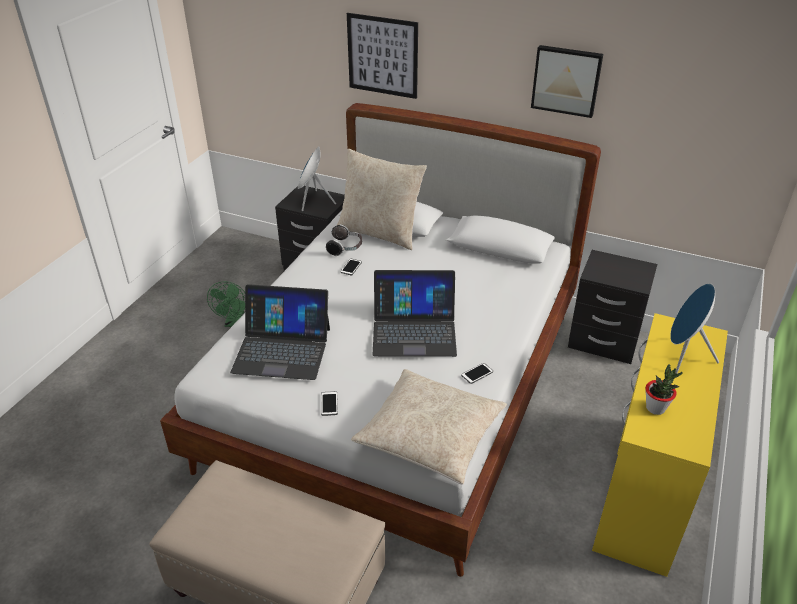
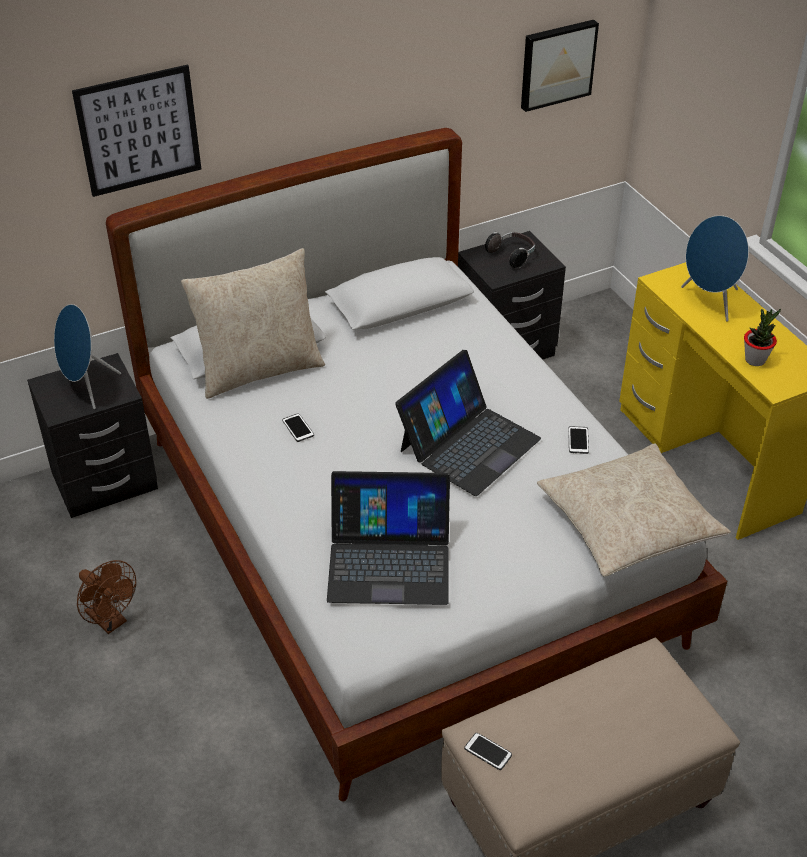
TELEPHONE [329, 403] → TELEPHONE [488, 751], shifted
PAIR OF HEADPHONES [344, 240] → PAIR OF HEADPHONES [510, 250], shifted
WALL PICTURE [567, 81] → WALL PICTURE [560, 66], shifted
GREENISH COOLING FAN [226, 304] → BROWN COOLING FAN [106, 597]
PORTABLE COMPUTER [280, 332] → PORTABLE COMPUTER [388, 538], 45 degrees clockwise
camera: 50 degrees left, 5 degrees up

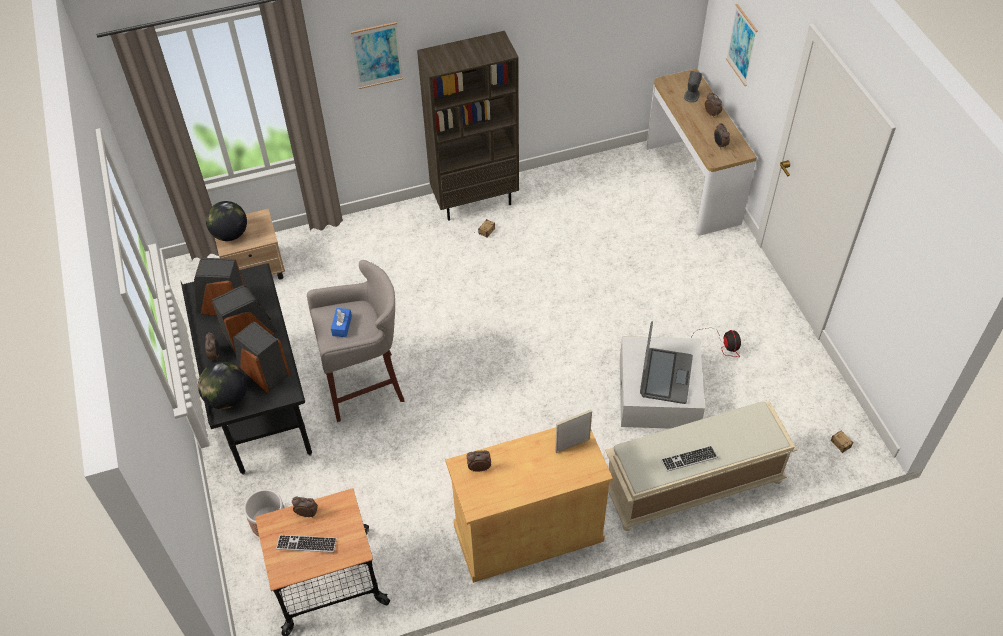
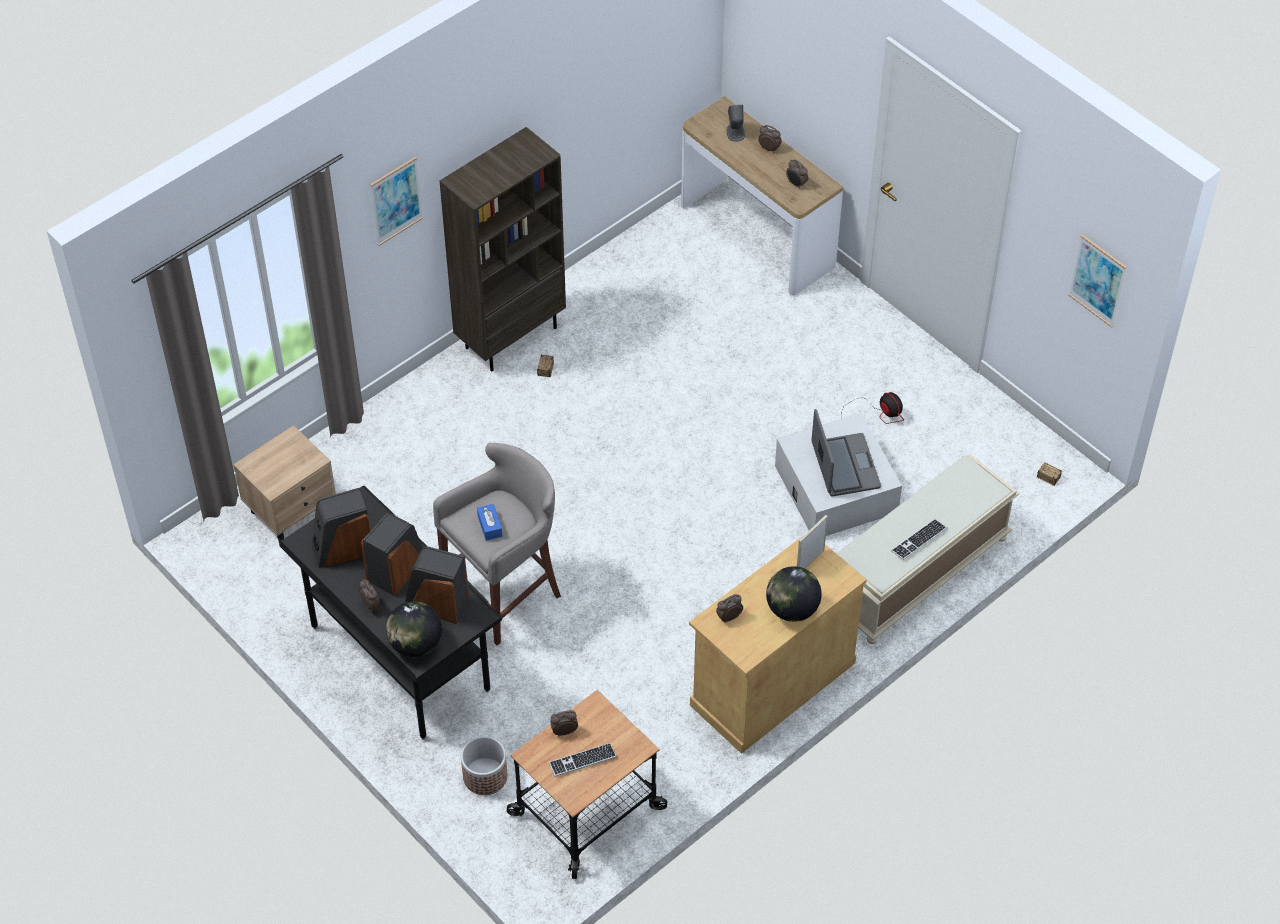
WORLD GLOBE [226, 221] → WORLD GLOBE [794, 594], shifted
WALL PICTURE [742, 45] → WALL PICTURE [1097, 281], shifted
camera: 25 degrees left, 0 degrees up

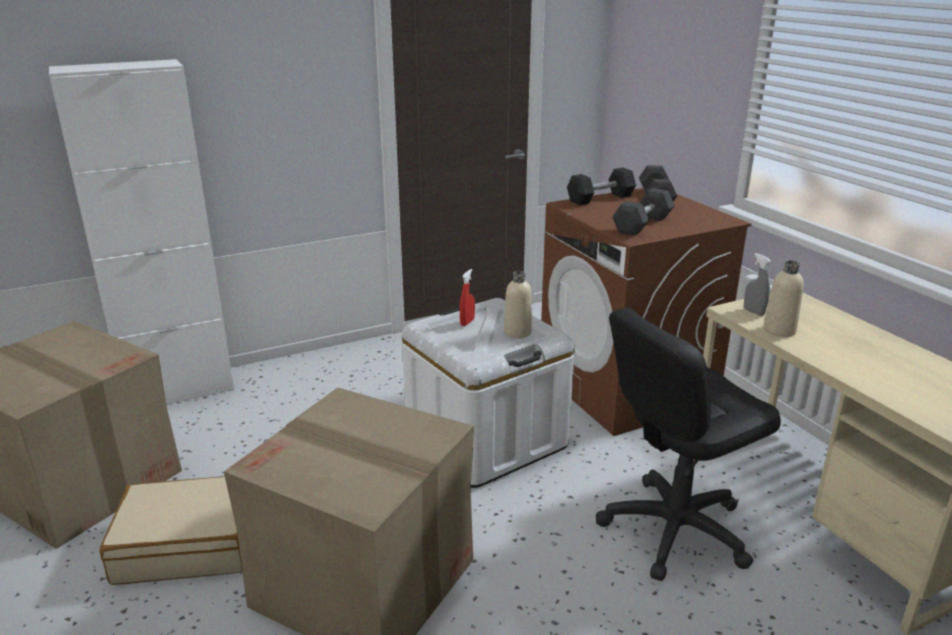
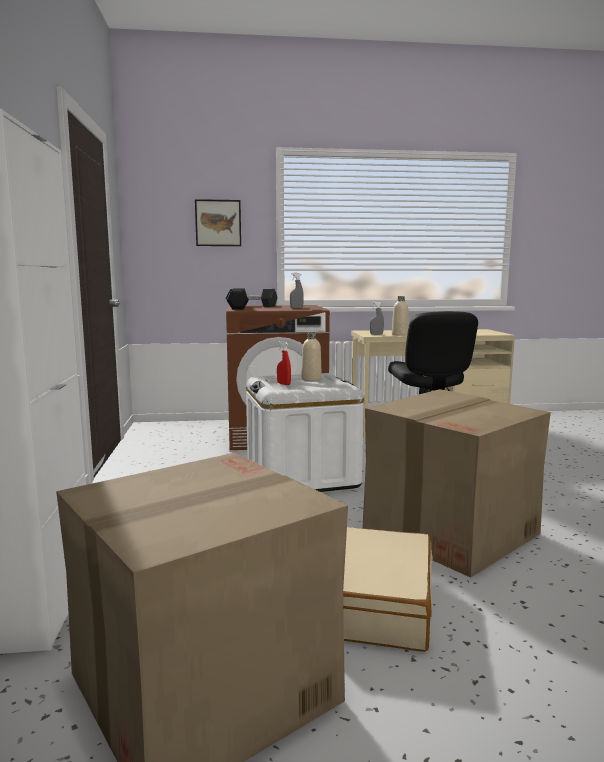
- → WALL PICTURE [218, 222]
GRAY FREE WEIGHT [643, 212] → GRAY SPRAYER [297, 290]
camera: 70 degrees left, 15 degrees down

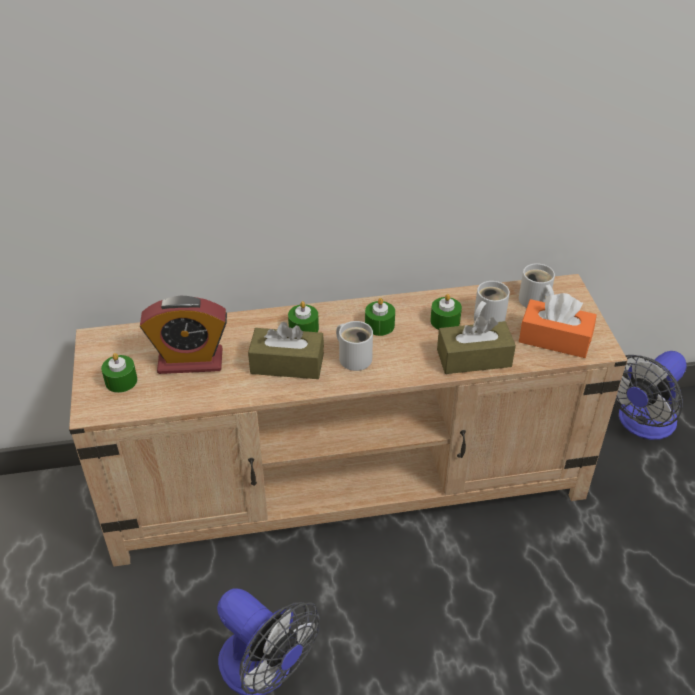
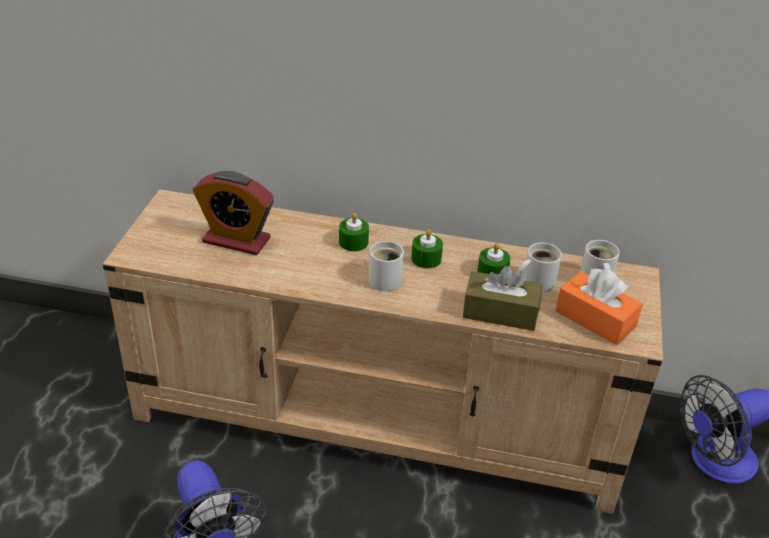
GREENISH CANDLE [119, 373] → -
BROWN TISSUE HOLDER [286, 350] → -
camera: 20 degrees right, 5 degrees down

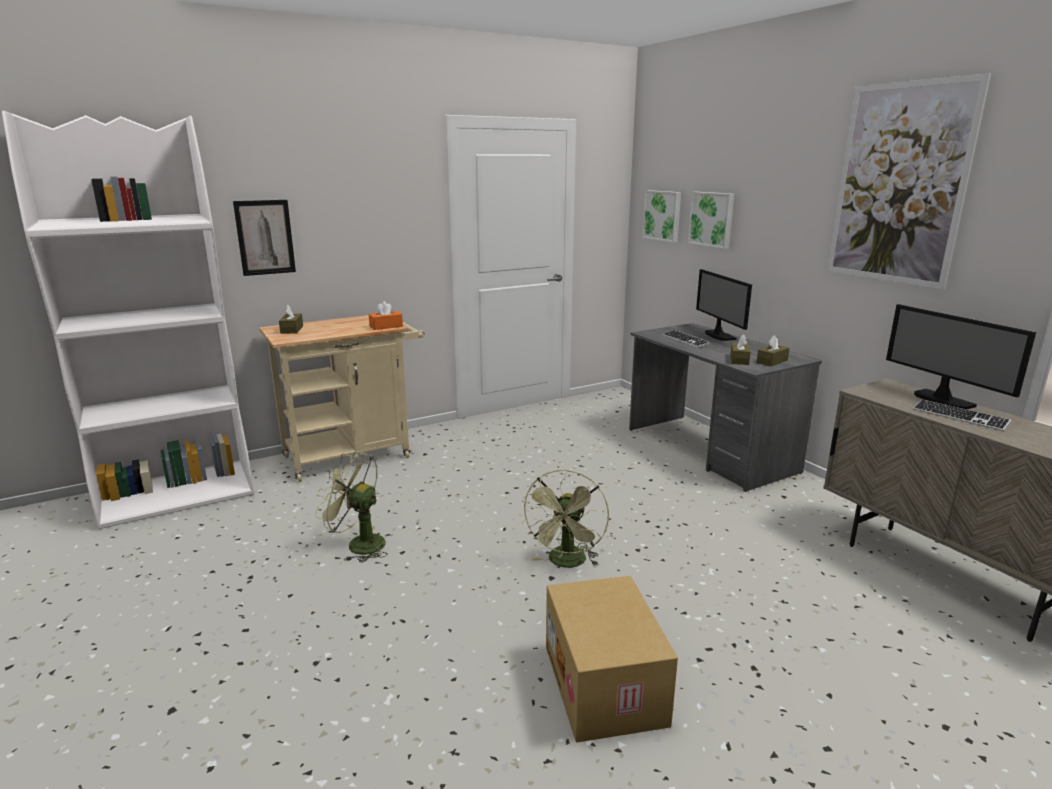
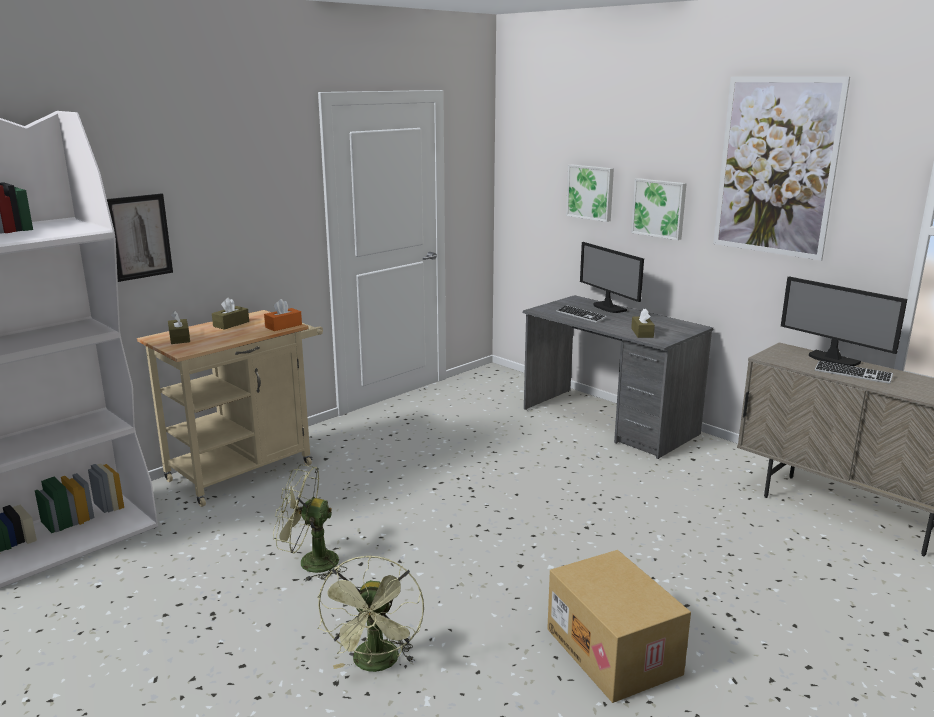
GREENISH COOLING FAN [565, 518] → GREENISH COOLING FAN [370, 613], shifted
WALL PICTURE [661, 216] → WALL PICTURE [659, 209], shifted
BROWN TISSUE HOLDER [772, 350] → BROWN TISSUE HOLDER [230, 313], shifted
camera: 15 degrees left, 0 degrees up

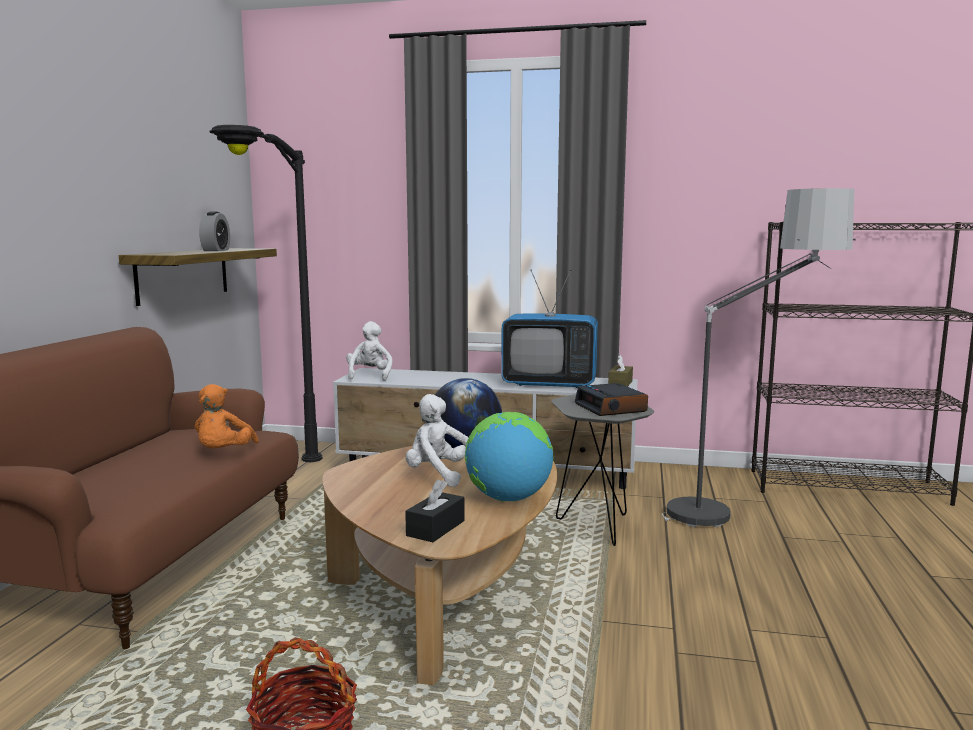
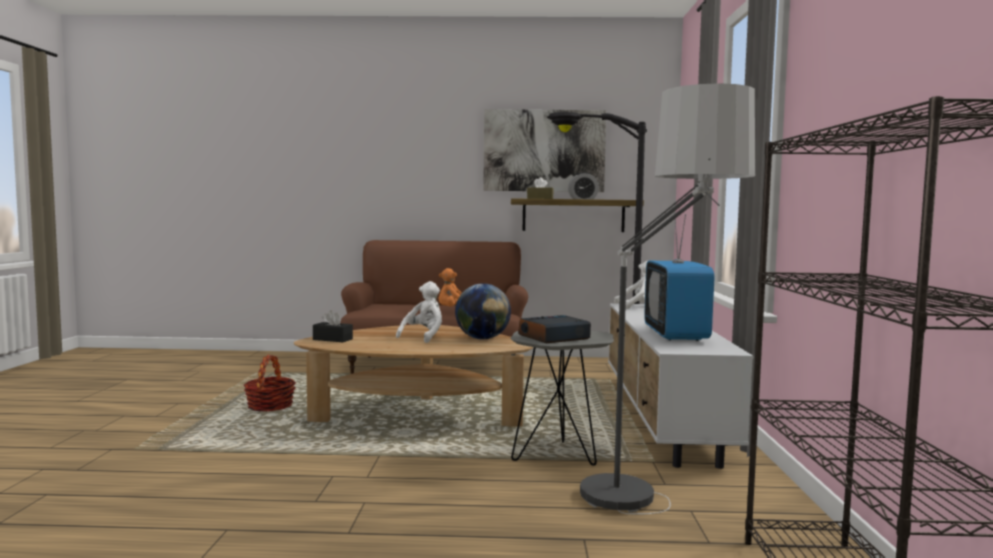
WORLD GLOBE [509, 457] → -
- → WALL PICTURE [544, 150]
BROWN TISSUE HOLDER [620, 371] → BROWN TISSUE HOLDER [540, 188], shifted
camera: 80 degrees right, 5 degrees down

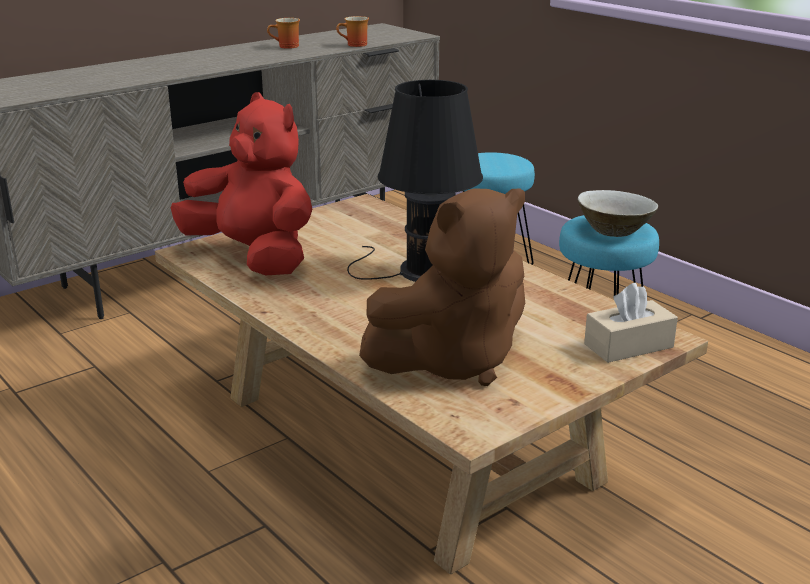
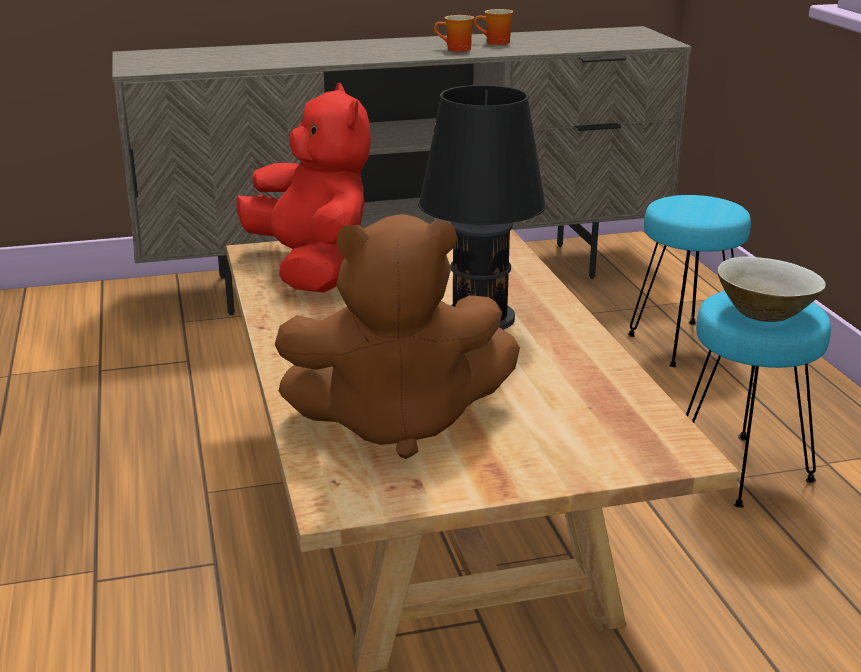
SAND-COLOURED TISSUE HOLDER [631, 323] → -
TEA MUG [352, 31] → TEA MUG [454, 33], shifted
camera: 25 degrees right, 0 degrees up

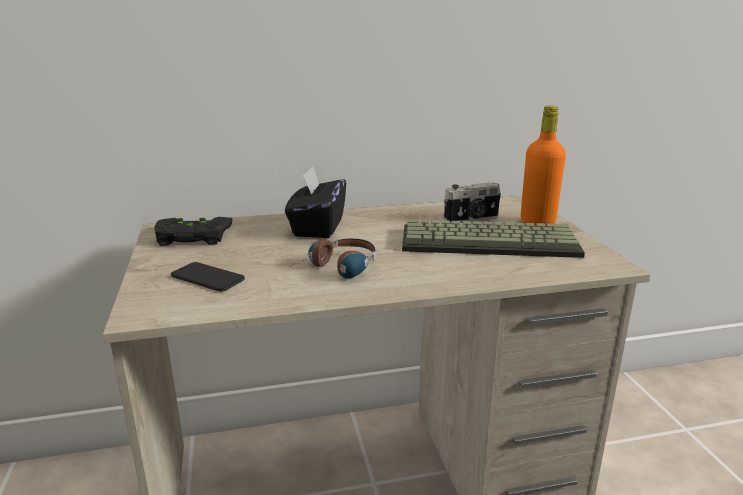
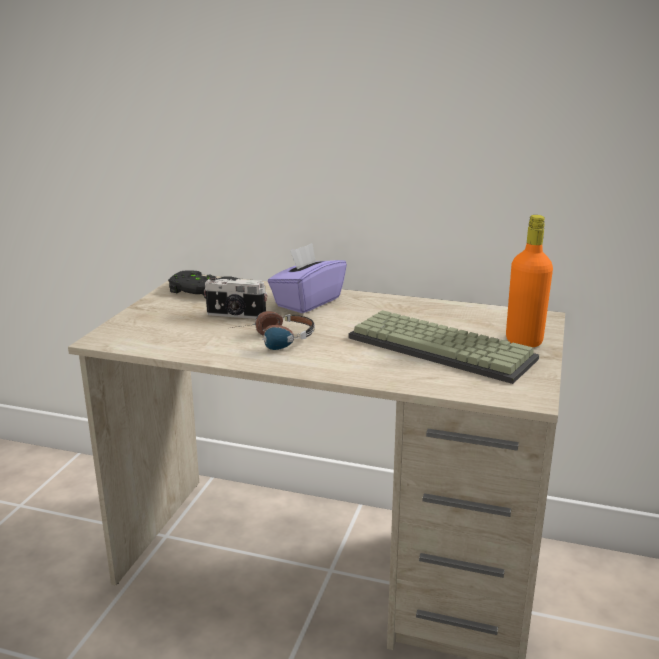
TELEPHONE [208, 277] → -
STILL CAMERA [472, 203] → STILL CAMERA [235, 297], shifted
BLACKISH TISSUE HOLDER [315, 202] → PURPLE TISSUE HOLDER [307, 278]
camera: 30 degrees right, 0 degrees up

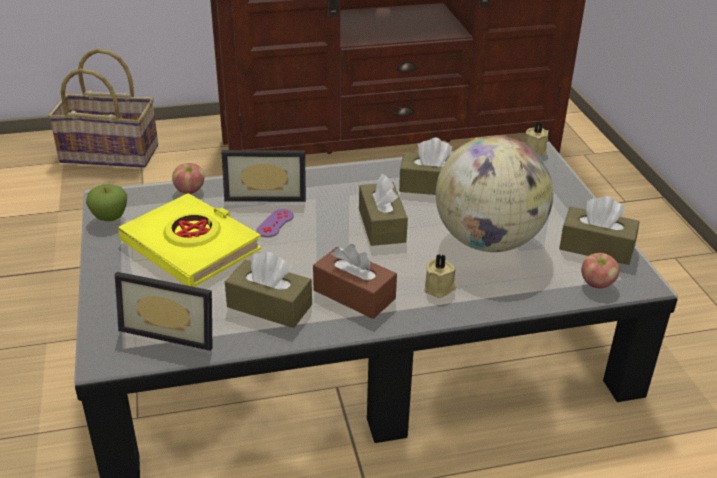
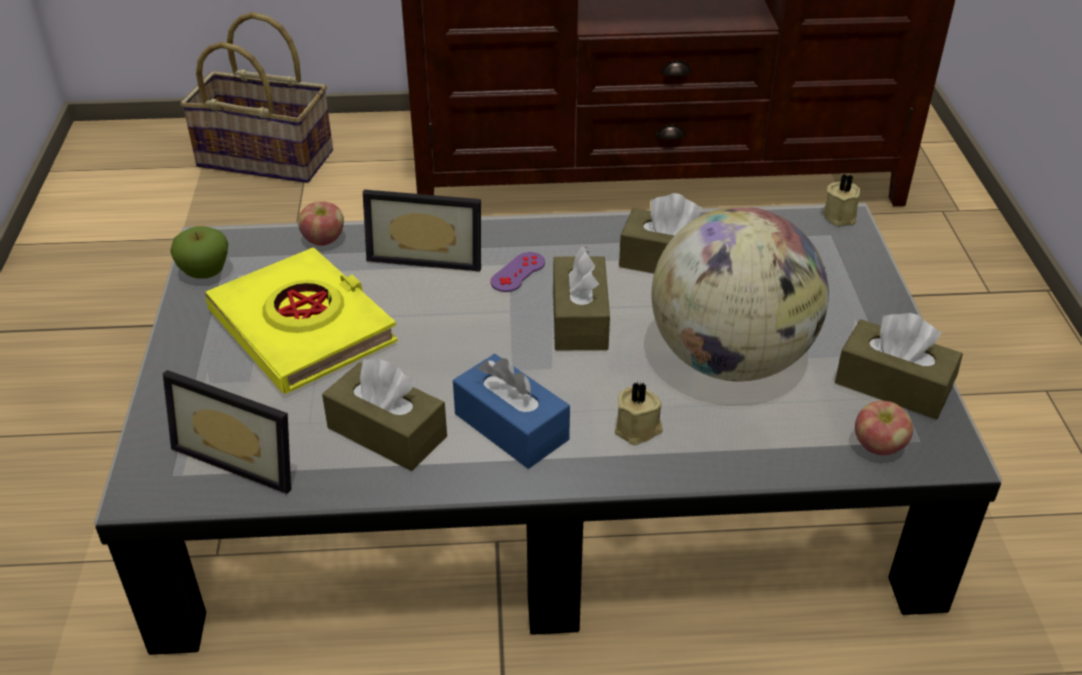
PURPLE GAME CONTROLLER [275, 223] → PURPLE GAME CONTROLLER [517, 272], shifted
BROWN TISSUE HOLDER [355, 281] → BLUE TISSUE HOLDER [511, 411]
camera: 10 degrees right, 5 degrees up

